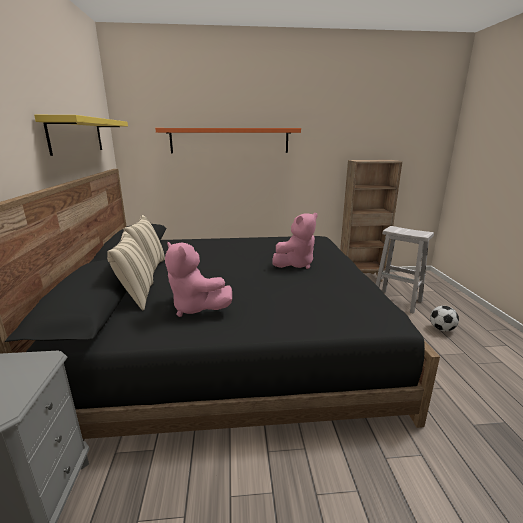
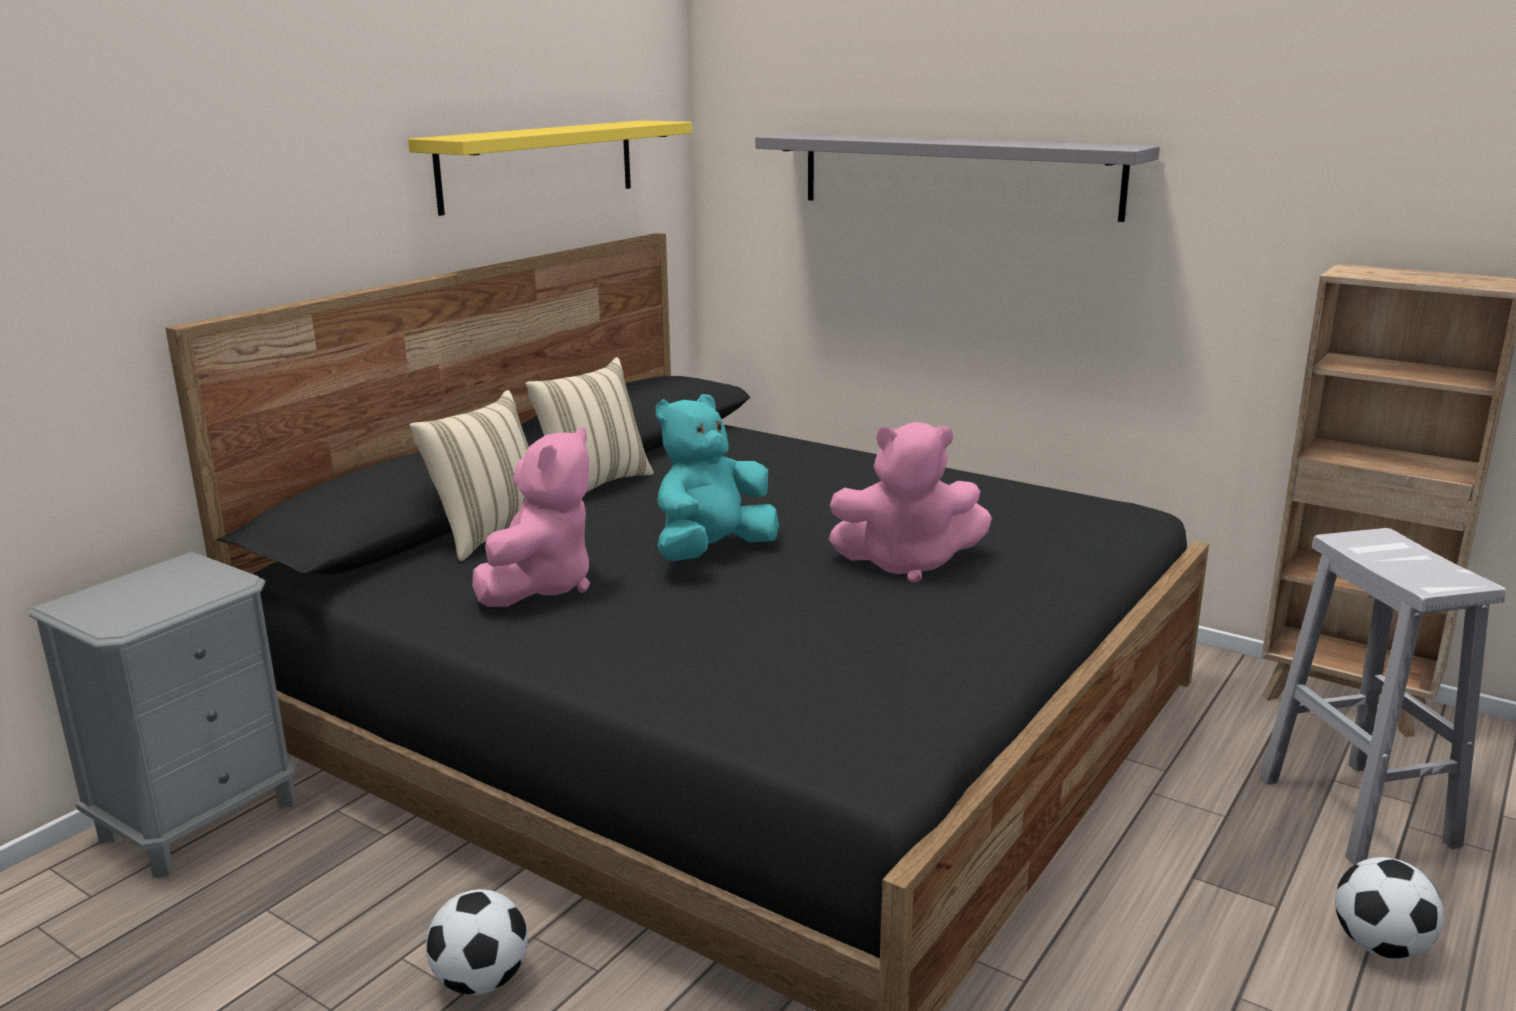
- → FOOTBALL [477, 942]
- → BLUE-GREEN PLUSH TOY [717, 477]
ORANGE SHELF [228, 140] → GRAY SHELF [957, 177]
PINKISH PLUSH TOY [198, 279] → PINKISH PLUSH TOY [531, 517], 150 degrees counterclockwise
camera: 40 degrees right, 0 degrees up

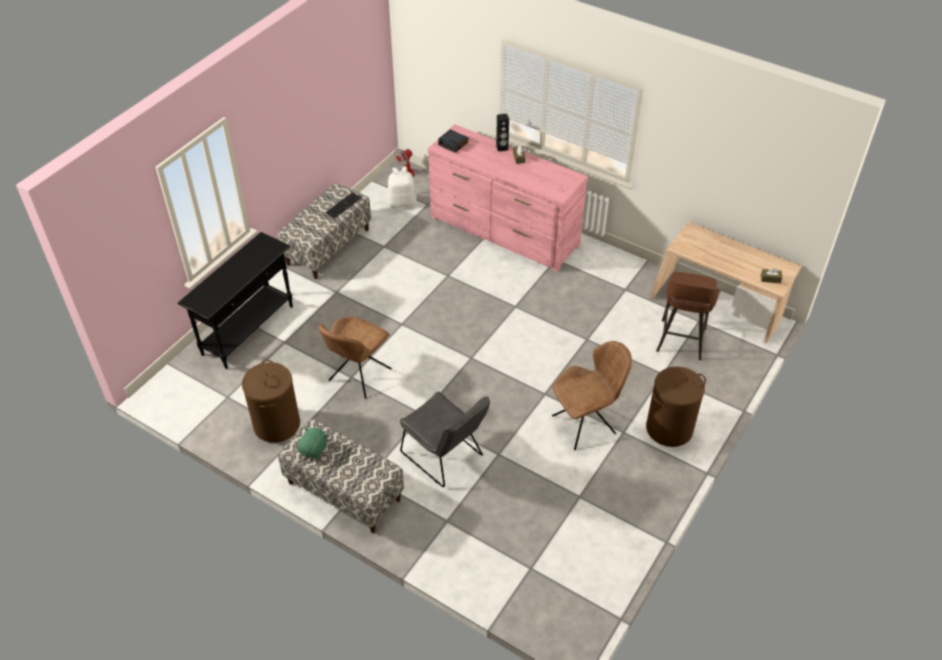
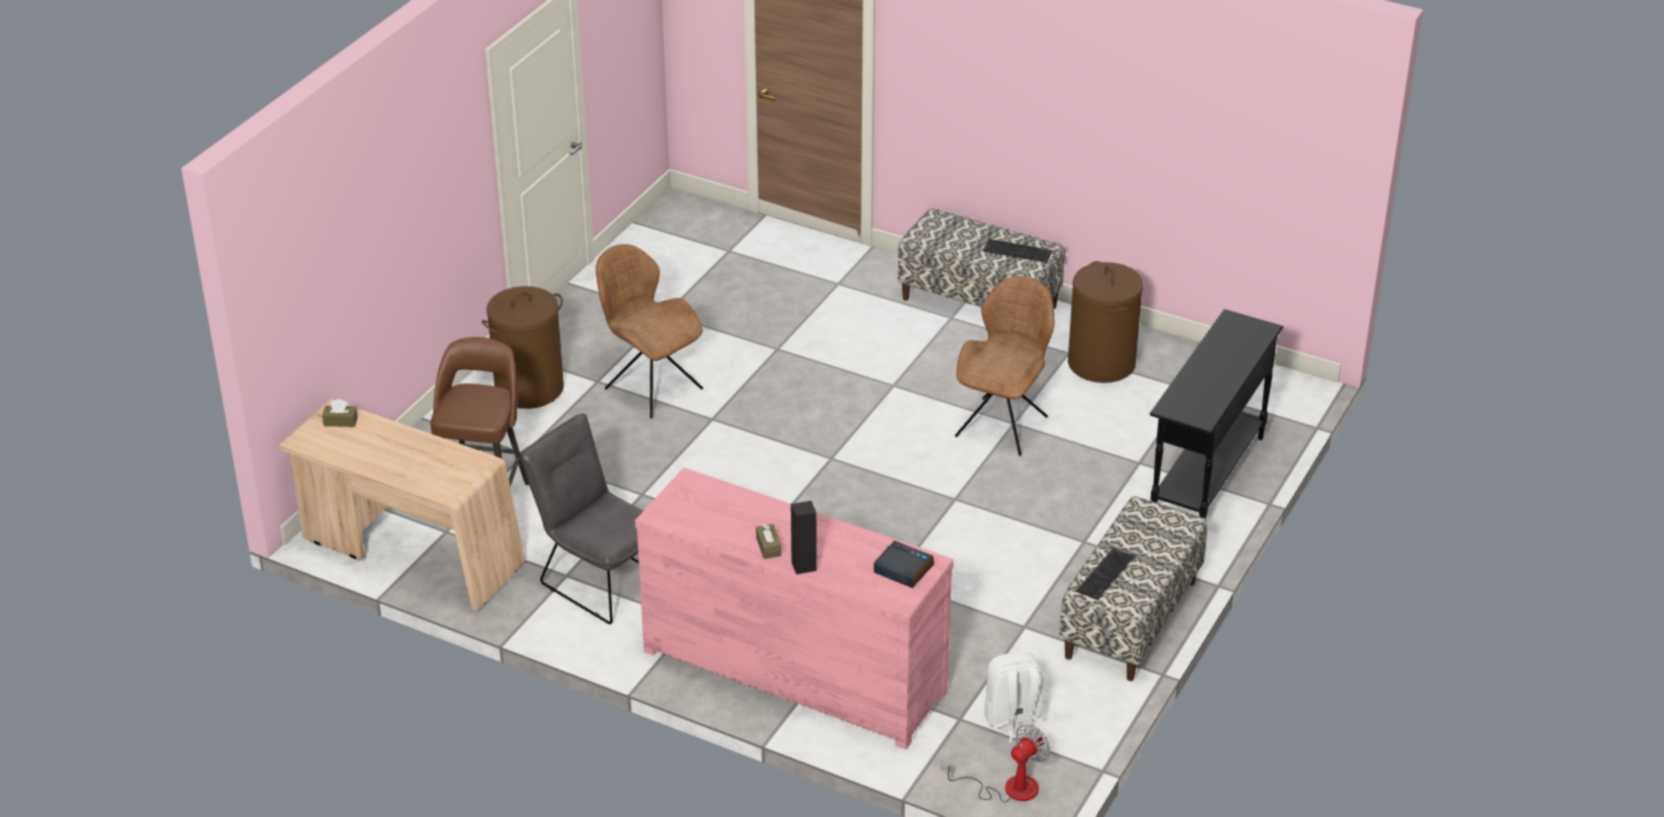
GRAY UPRIGHT CHAIR [445, 439] → GRAY UPRIGHT CHAIR [582, 518], shifted
GREENISH PLUSH TOY [313, 443] → PC KEYBOARD [1017, 251]
BROWN UPRIGHT CHAIR [592, 395] → BROWN UPRIGHT CHAIR [649, 331], 75 degrees clockwise
camera: 175 degrees right, 10 degrees down

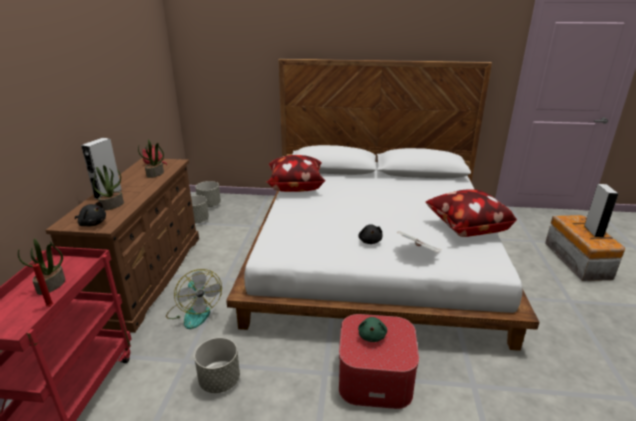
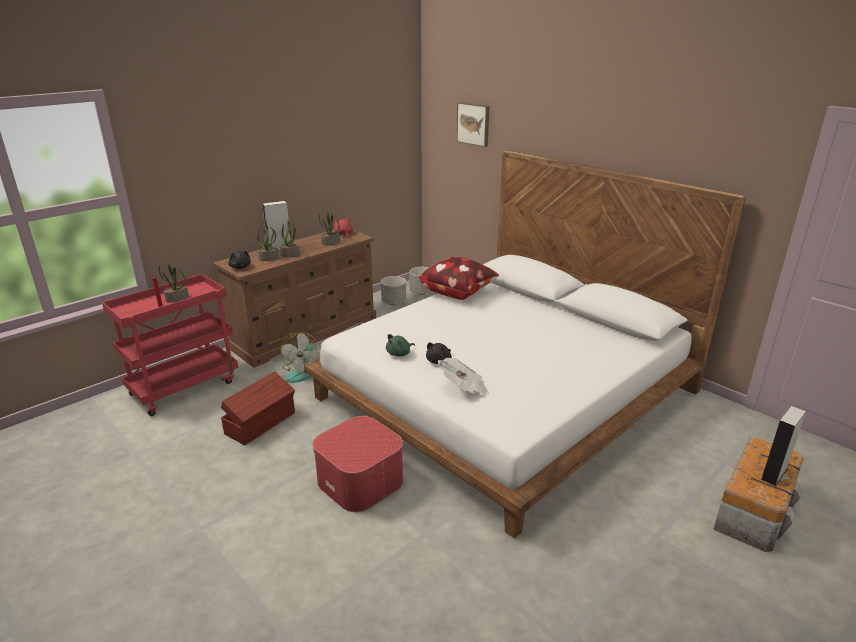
PILLOW [471, 213] → -
- → PLANT IN A POT [290, 238]
- → WALL PICTURE [473, 124]
GREENISH PLUSH TOY [372, 329] → GREENISH PLUSH TOY [400, 345], shifted
GRAY FLOWER POT [217, 365] → BROWN STORAGE BIN [258, 408]
camera: 40 degrees right, 0 degrees up

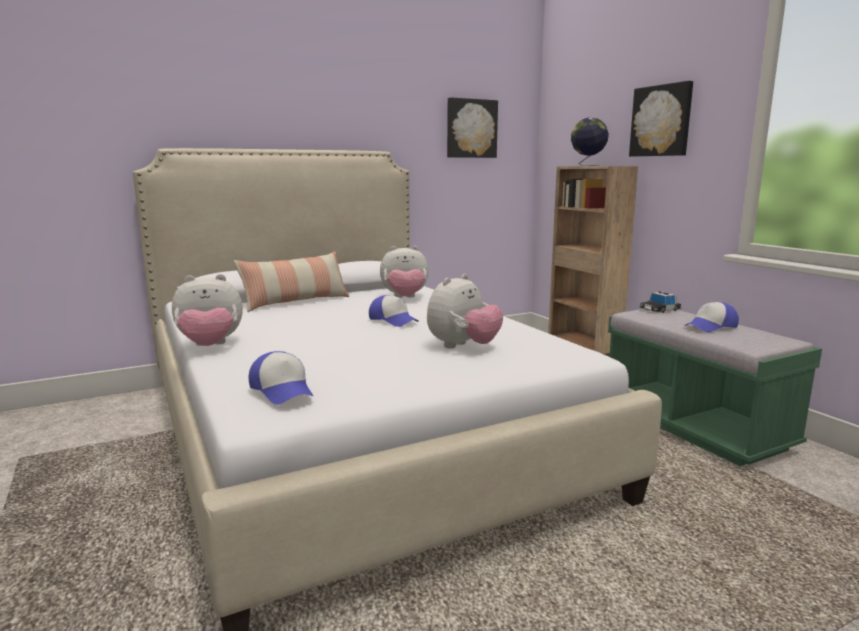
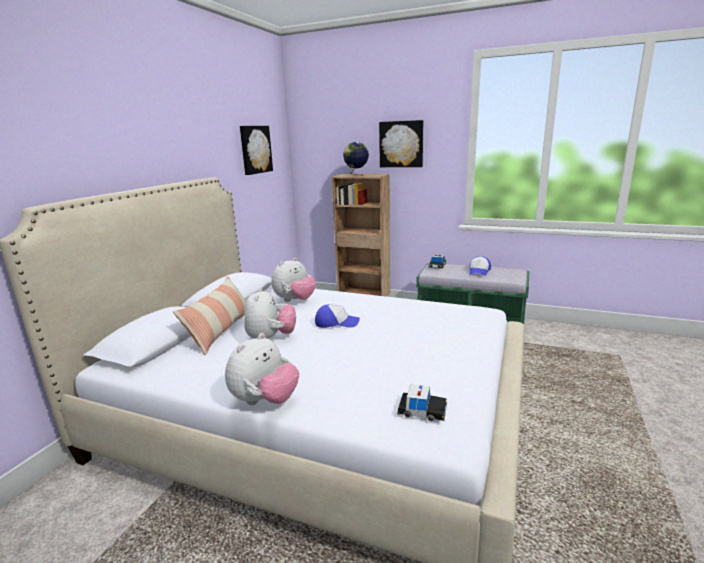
PLUSH TOY [465, 311] → PLUSH TOY [270, 313], shifted
BASEBALL CAP [281, 378] → TOY CAR [422, 402]
camera: 40 degrees left, 5 degrees up

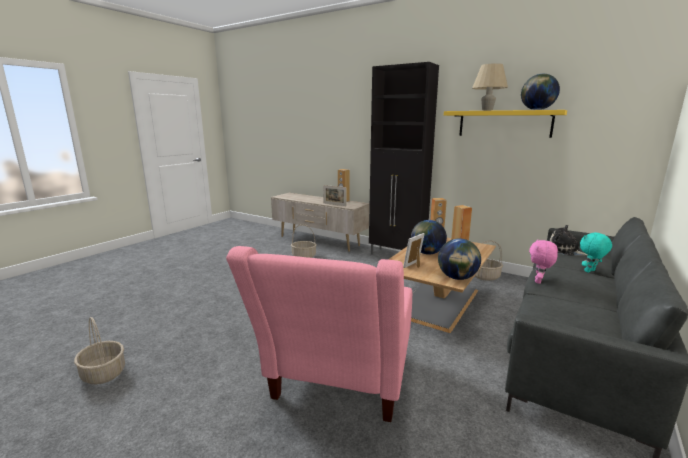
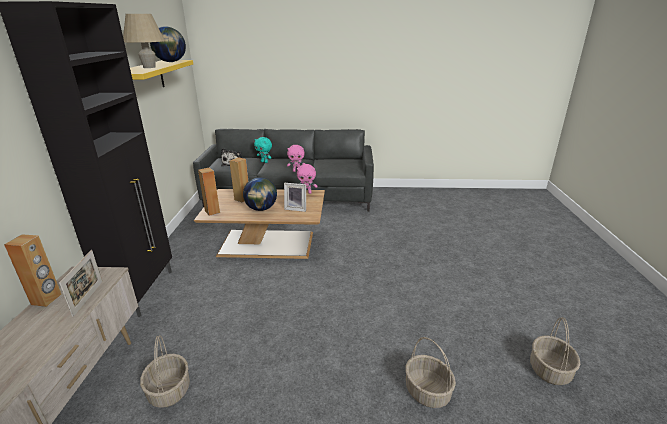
PINKISH LOUNGE CHAIR [319, 334] → -
STORAGE BASKET [489, 260] → STORAGE BASKET [430, 372], shifted
WORLD GLOBE [459, 259] → PINKISH PLUSH TOY [307, 179]
camera: 120 degrees left, 10 degrees up

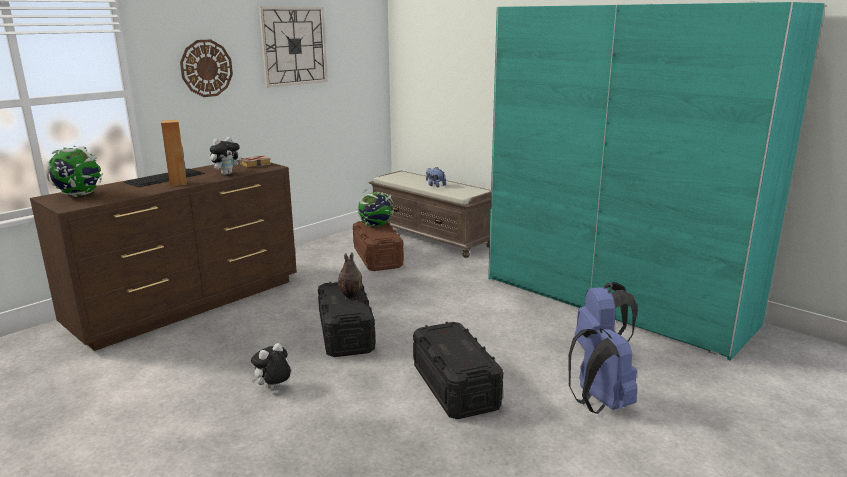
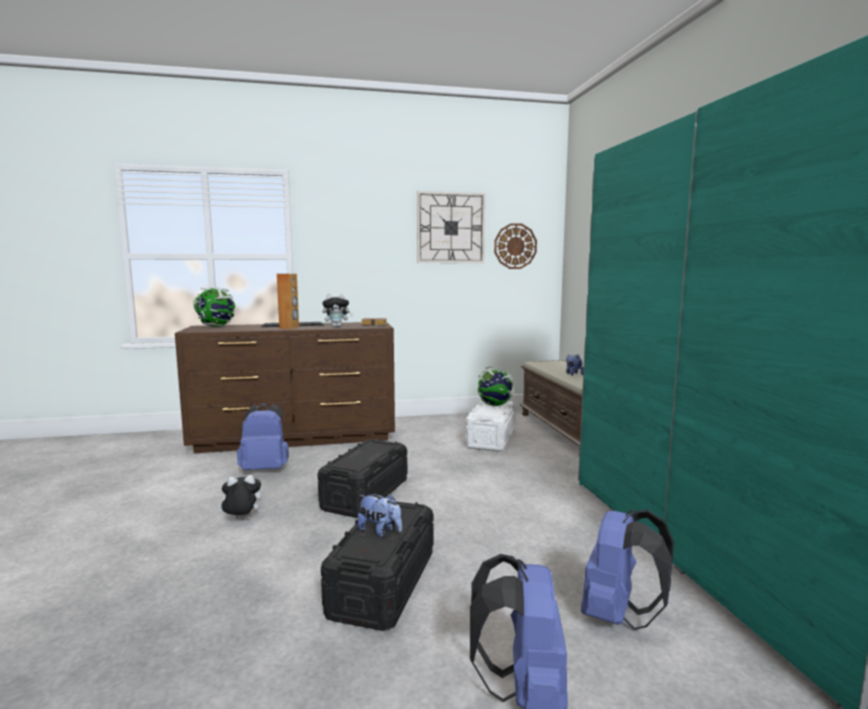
DECORATIVE VASE [350, 276] → -
- → BLUE KNAPSACK [263, 436]
- → PLUSH TOY [379, 515]
WALL CLOCK [206, 68] → WALL CLOCK [515, 246], shifted
BROWN STORAGE BIN [378, 246] → WHITE-COLOURED STORAGE BIN [490, 426]
camera: 35 degrees right, 10 degrees down

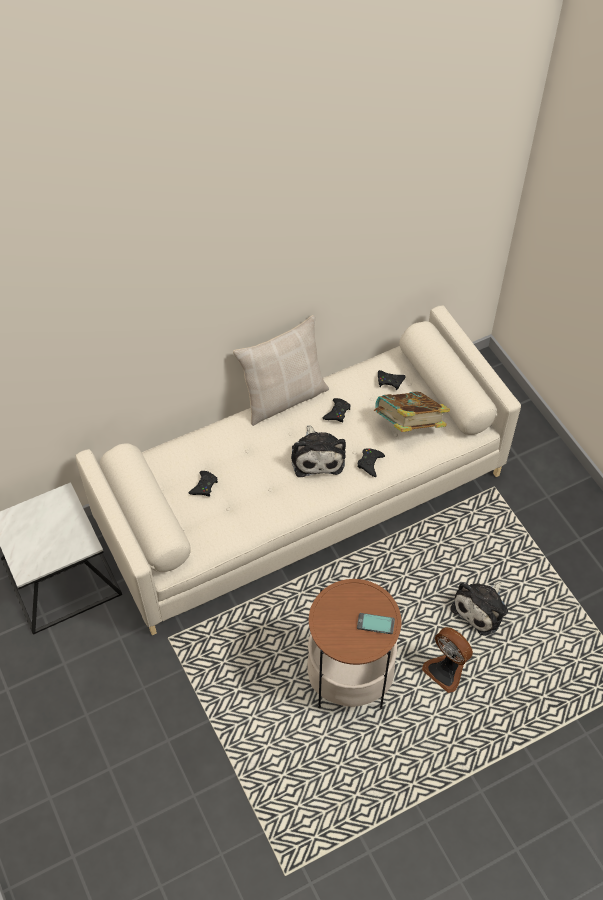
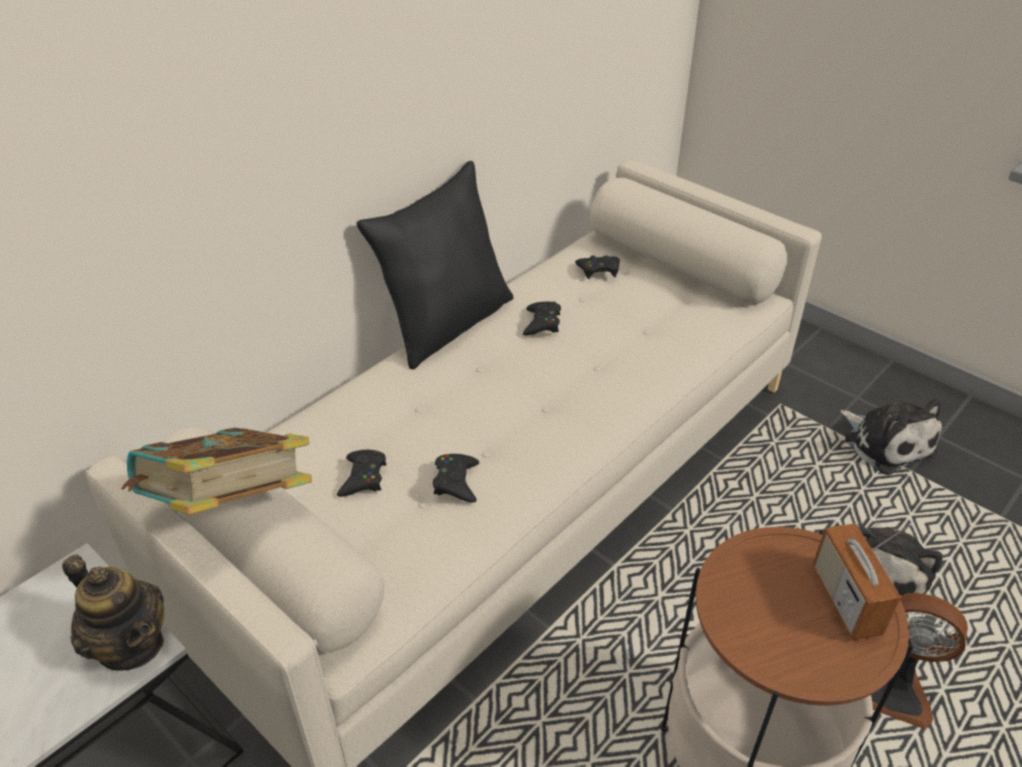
- → TEA POT [113, 612]
PLUSH TOY [318, 451] → PLUSH TOY [891, 437], shifted
BLACKISH GAME CONTROLLER [371, 462] → BLACKISH GAME CONTROLLER [456, 478], shifted
VOLUME [412, 411] → VOLUME [216, 471], shifted
TELEPHONE [376, 623] → RADIO SET [862, 581]
SAND-COLOURED PILLOW [281, 370] → BLACKISH PILLOW [435, 265]
camera: 20 degrees left, 15 degrees down

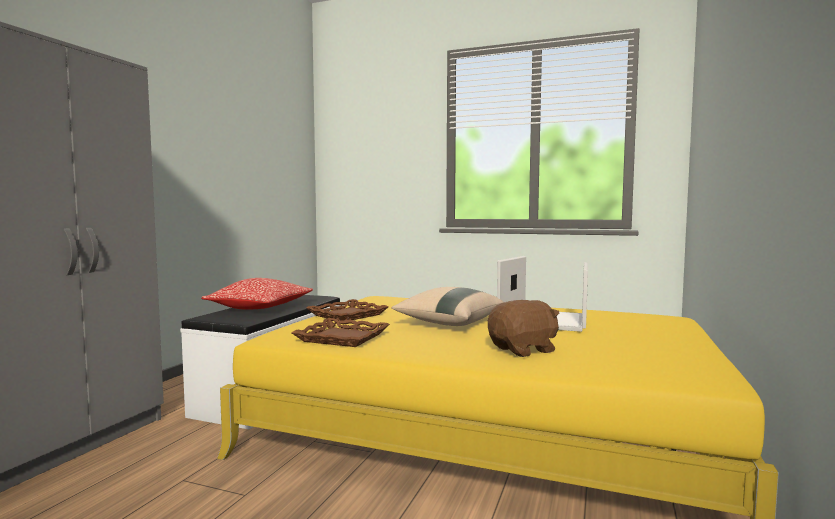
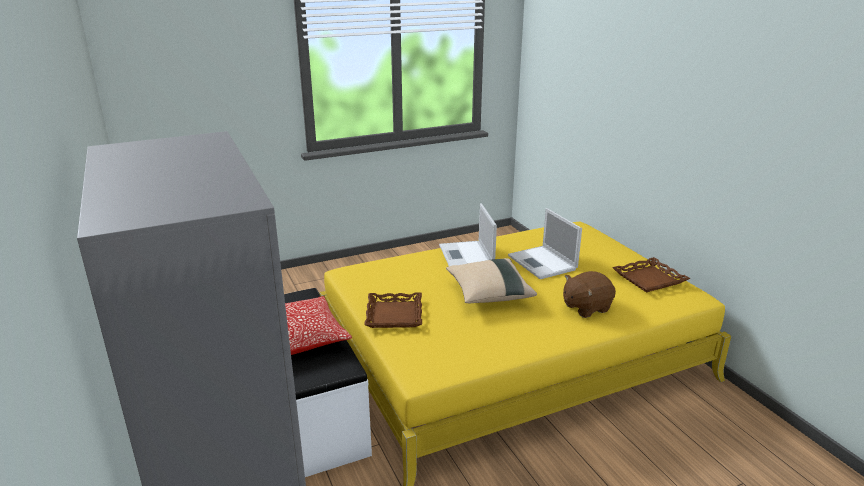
BROWN TRAY [341, 332] → BROWN TRAY [651, 274], shifted
BROWN PLUSH TOY [523, 328] → BROWN PLUSH TOY [589, 294], 135 degrees counterclockwise
camera: 45 degrees left, 20 degrees up

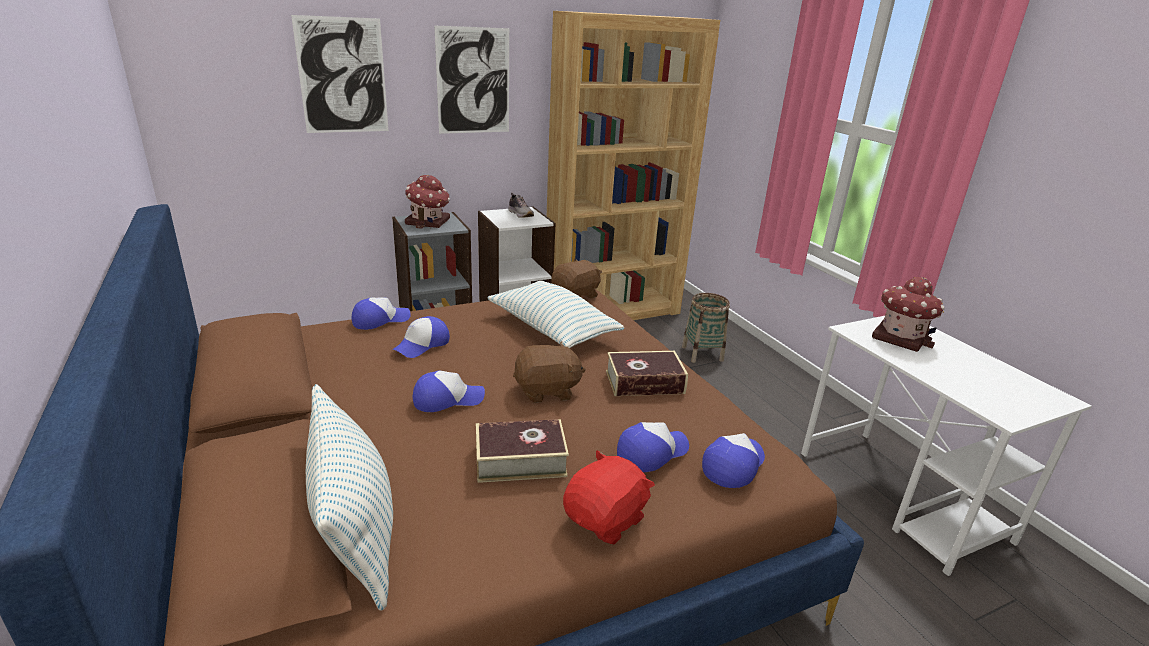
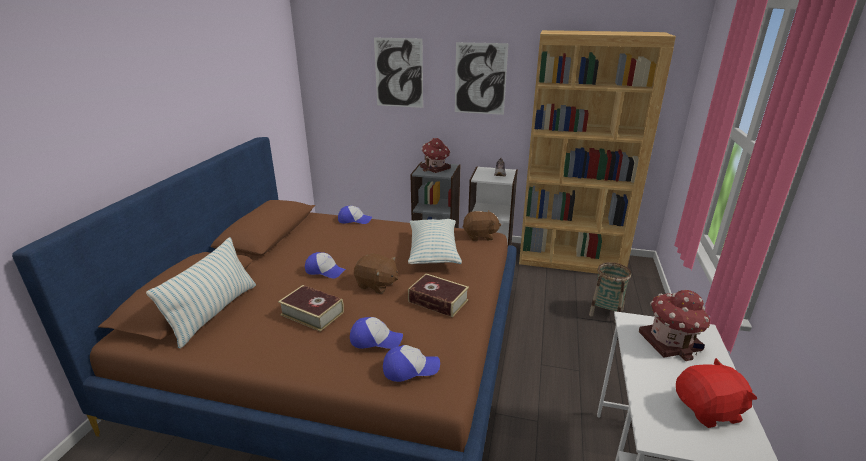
BASEBALL CAP [421, 337] → -
RED-COLOURED PLUSH TOY [609, 497] → RED-COLOURED PLUSH TOY [716, 393], shifted
camera: 40 degrees right, 0 degrees up

